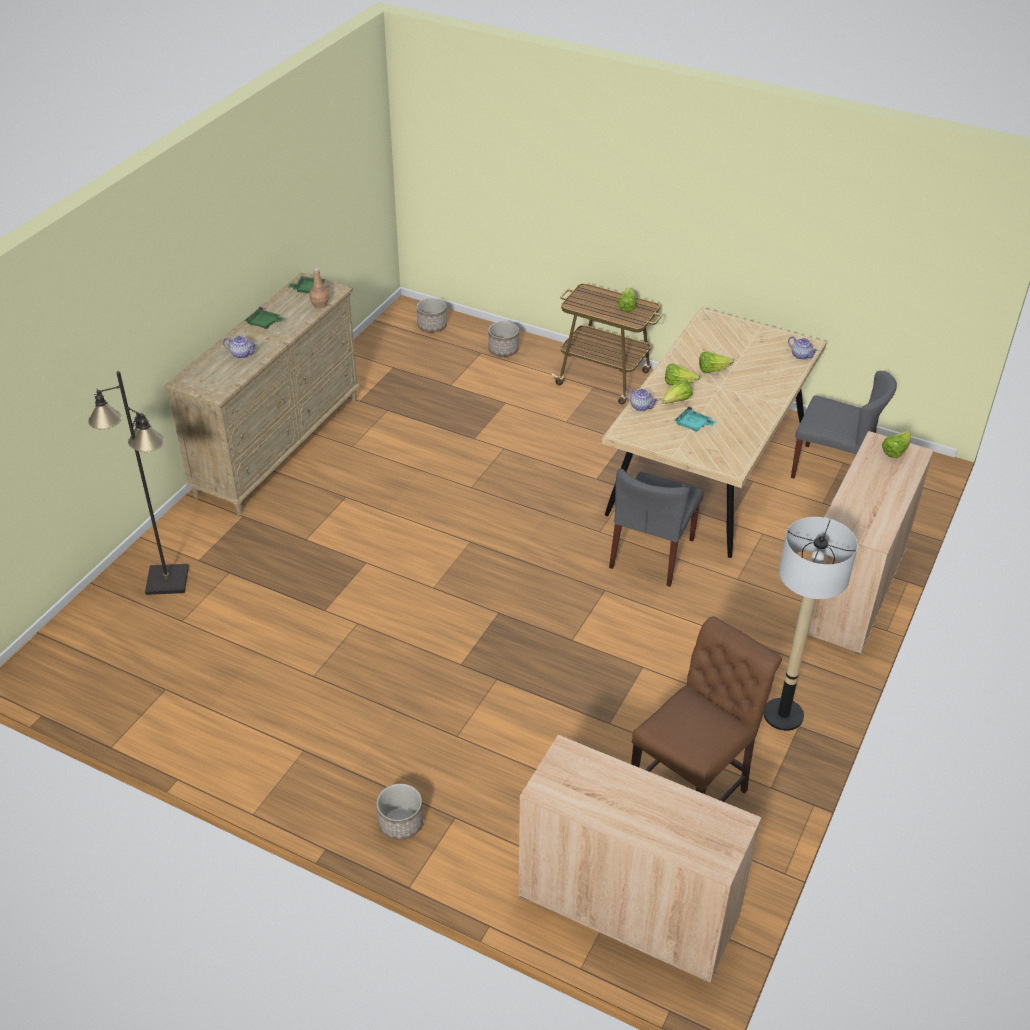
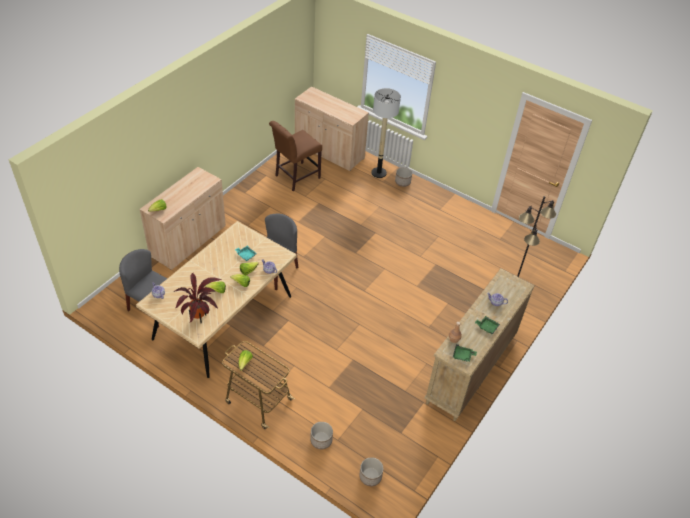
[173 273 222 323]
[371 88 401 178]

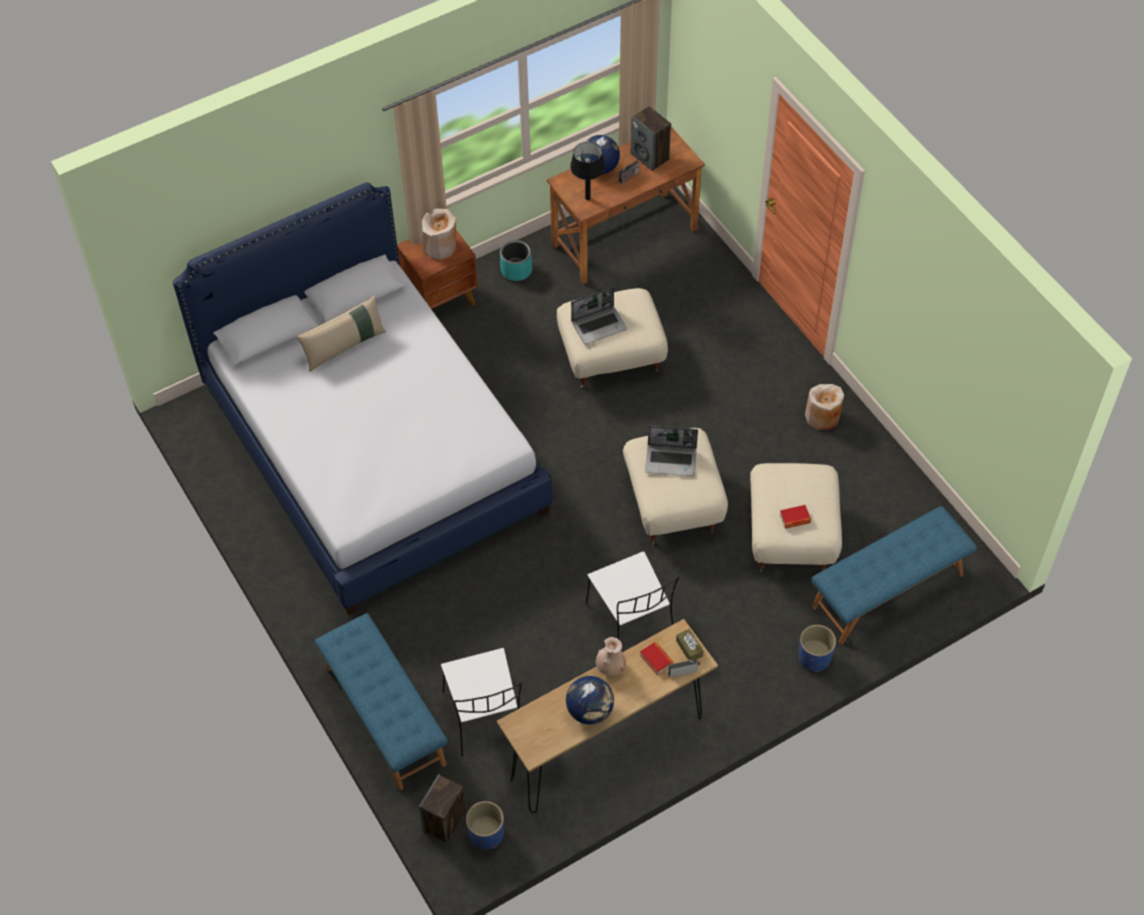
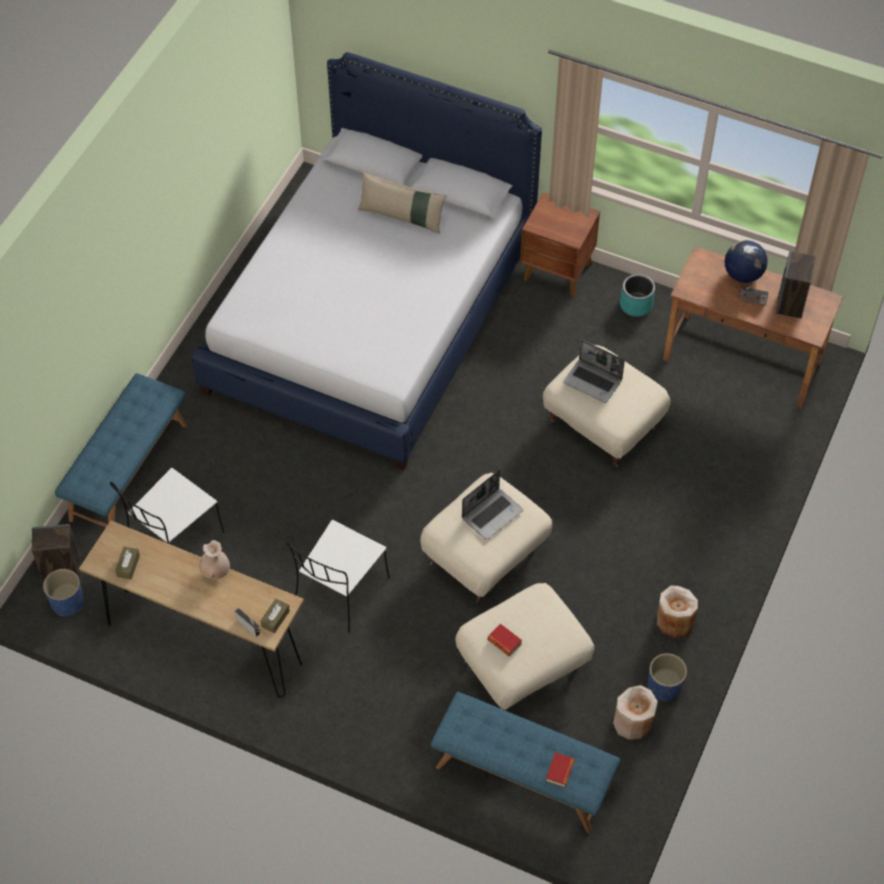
[566 676 614 725] (first image)
[570 142 605 200] (first image)
[115 547 140 579]
[613 685 658 740]
[546 752 575 787]
[648 653 687 702]
[462 470 523 540]

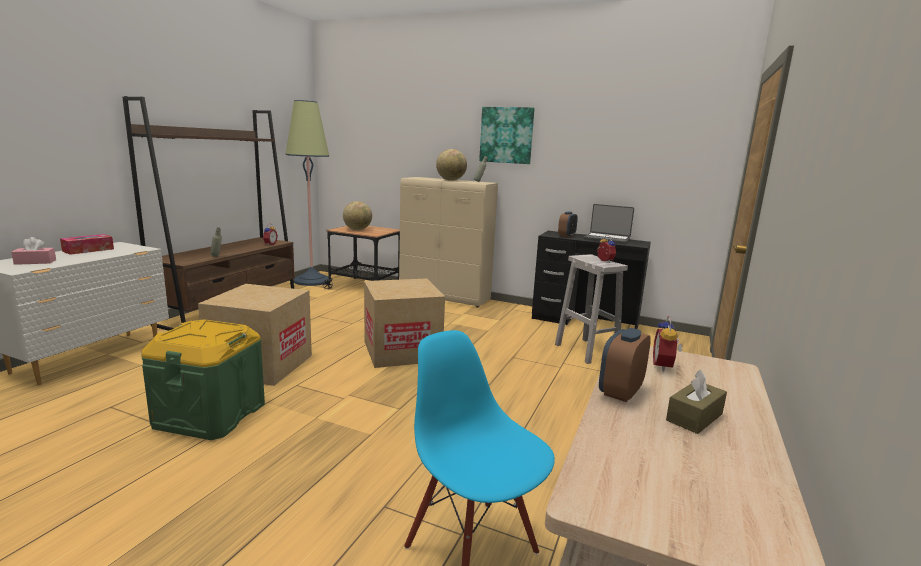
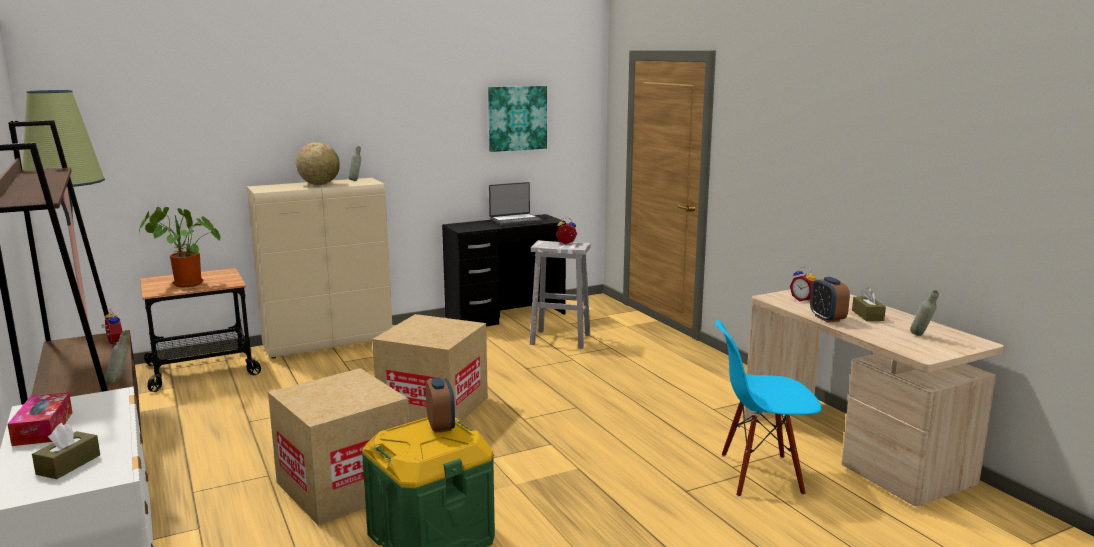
[910 290 939 336]
[488 86 547 152]
[425 378 455 433]
[139 207 221 287]
[32 423 100 479]

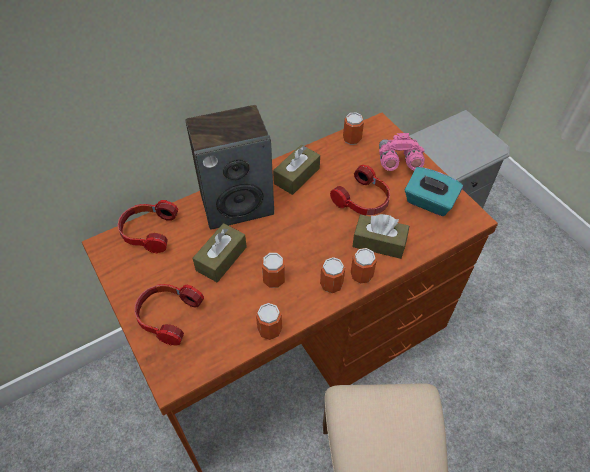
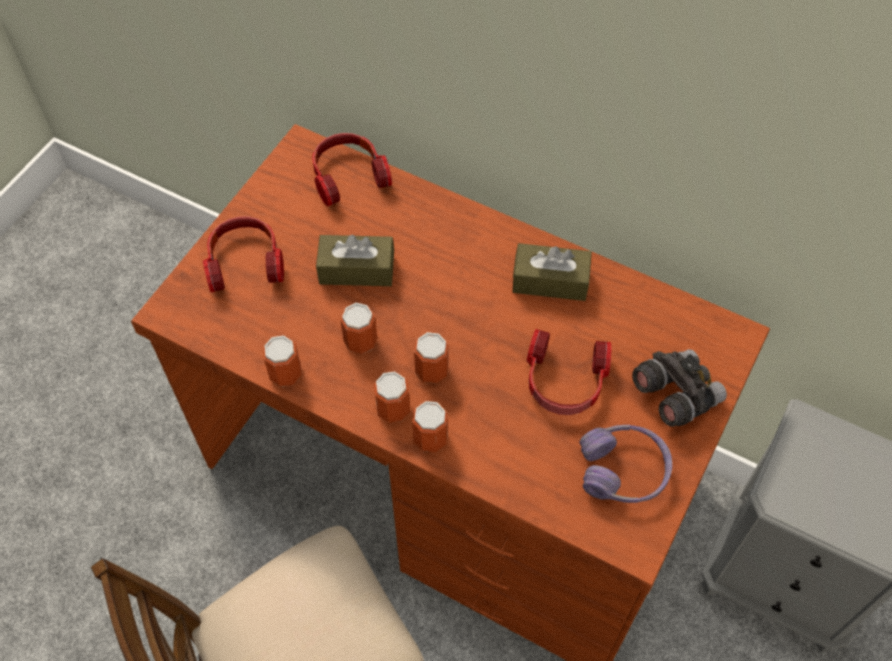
[186 105 274 230] (first image)
[352 214 409 259] (first image)
[414 332 449 383]
[579 425 672 503]
[632 349 727 427]

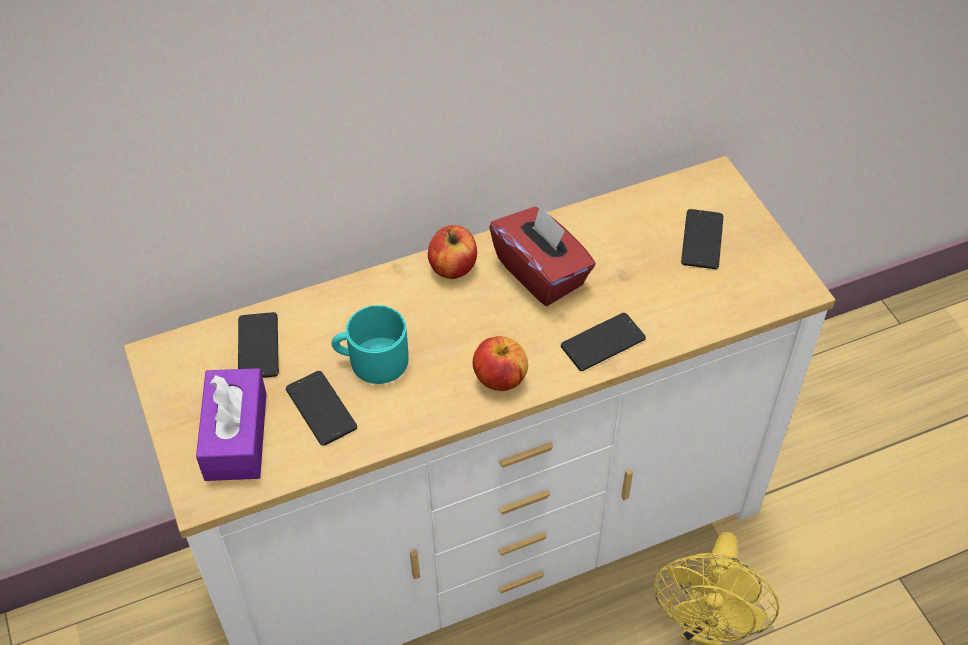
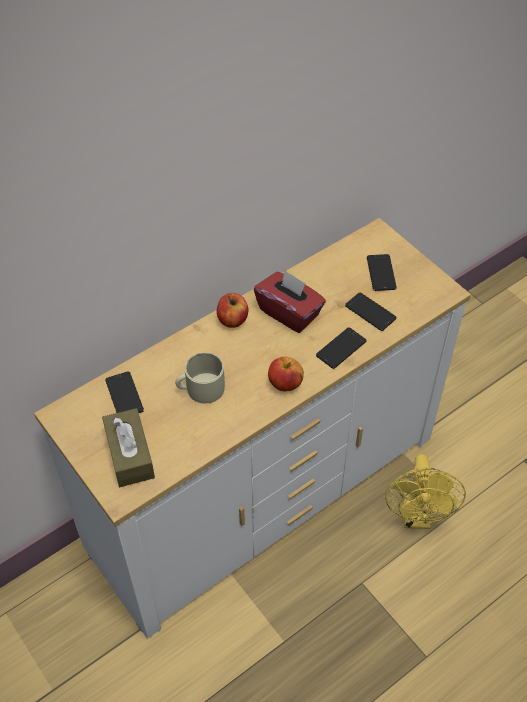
[345 293 397 331]
[102 408 155 487]
[175 352 225 404]

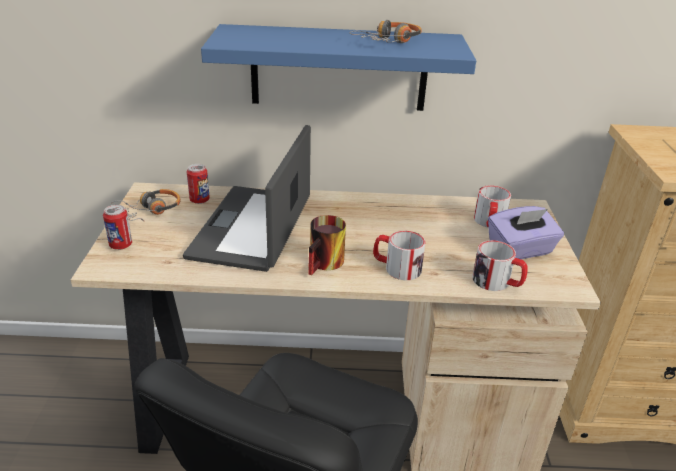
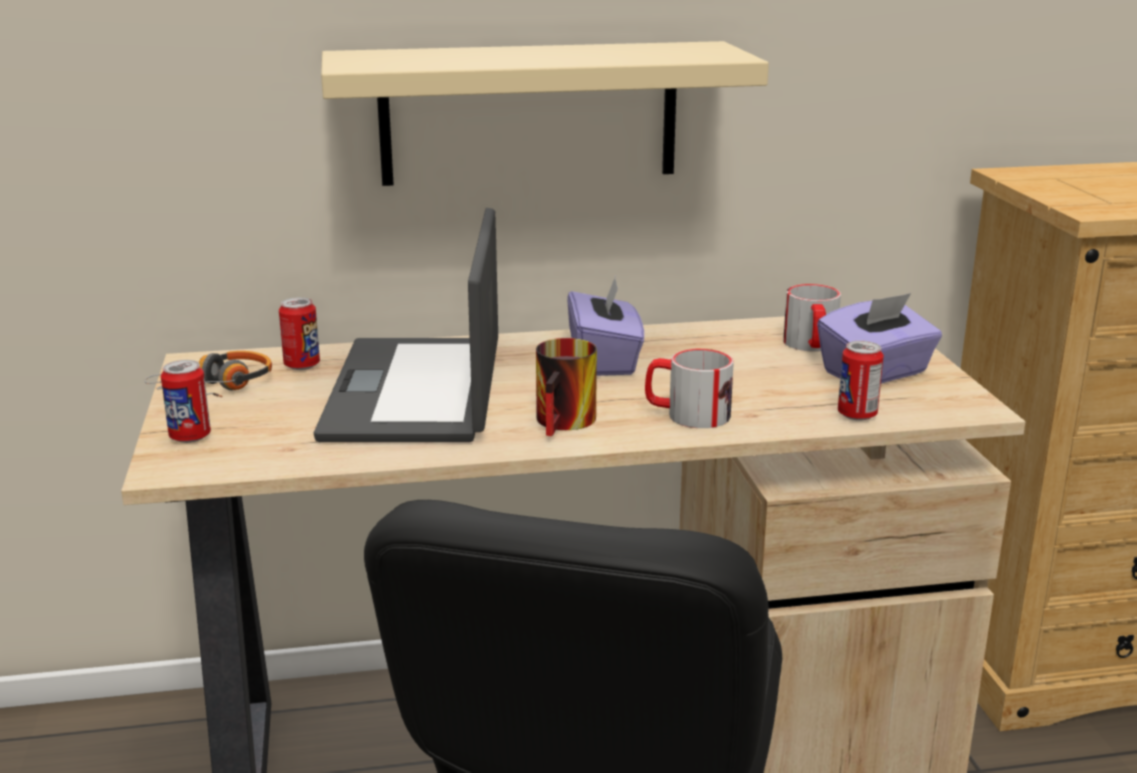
[350 20 422 43] (first image)
[567 276 644 376]
[838 341 884 421]
[321 41 769 186]

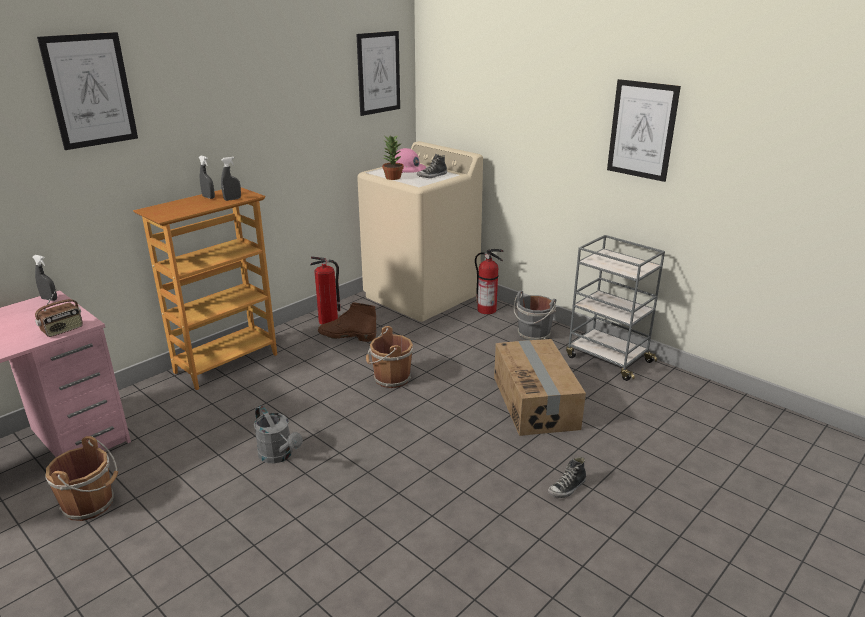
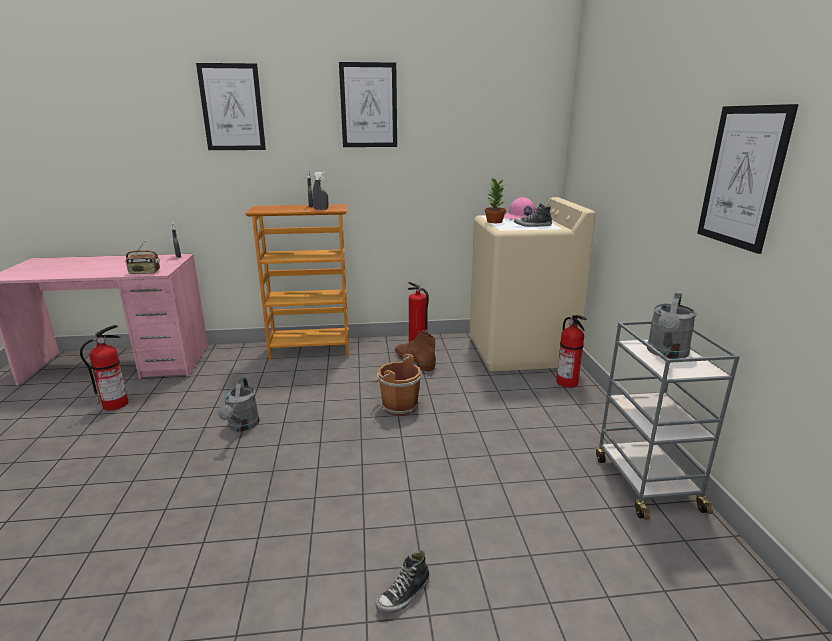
[494 339 586 436] (first image)
[514 290 556 340] (first image)
[647 293 697 359]
[339 62 397 147]
[80 325 129 410]
[376 550 430 614]

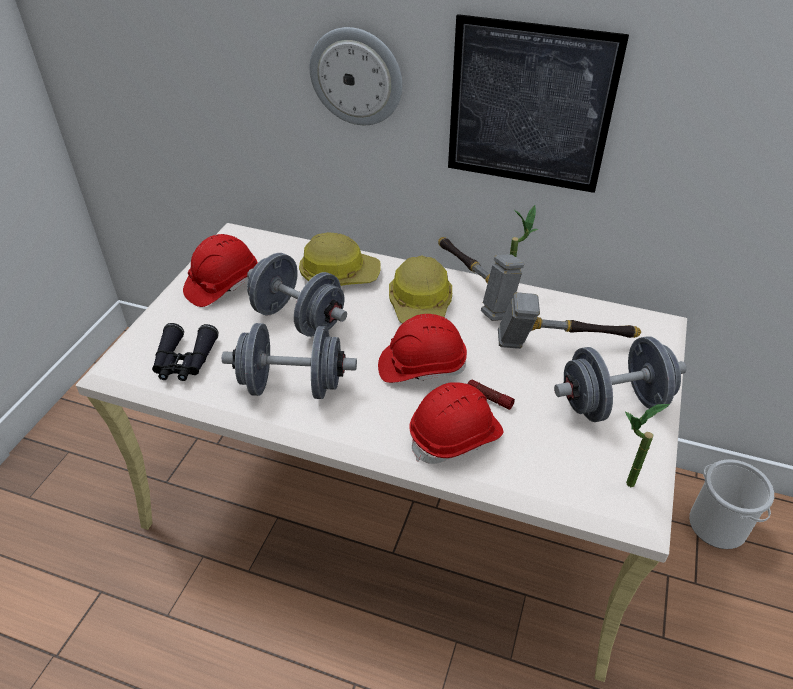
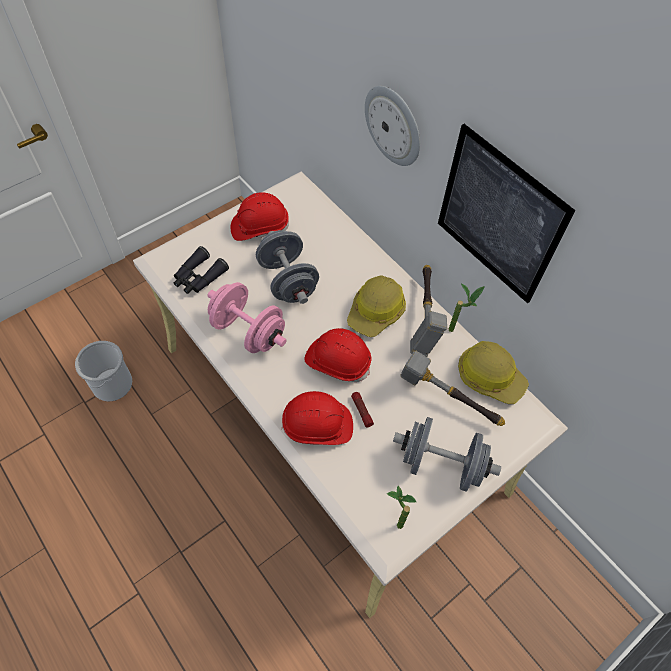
[458 341 529 404]
[75 341 132 401]
[208 282 287 353]

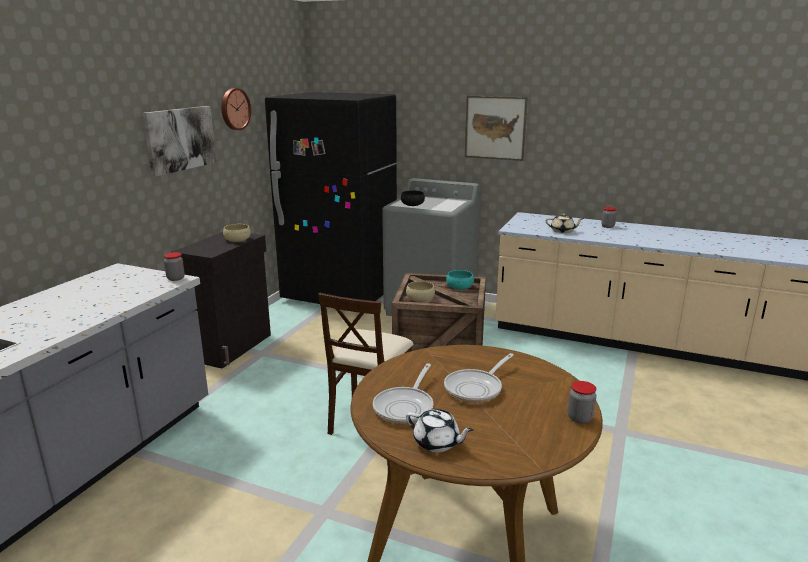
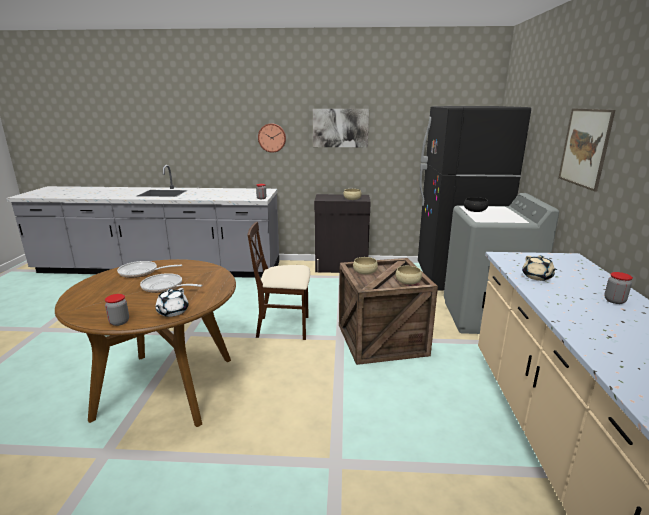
[258 123 286 153]
[155 288 189 317]
[396 266 422 285]

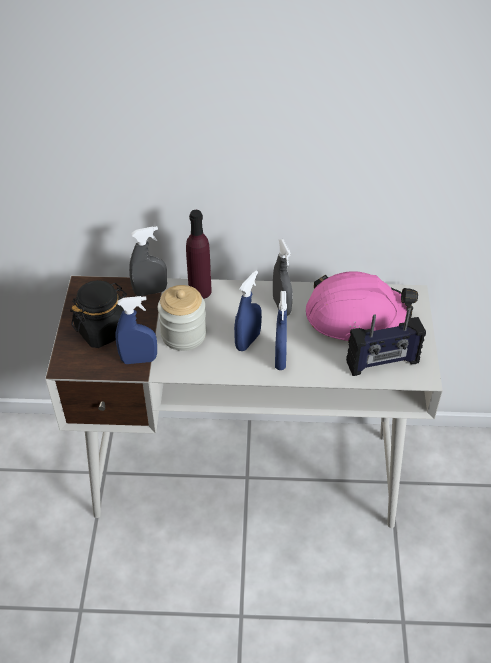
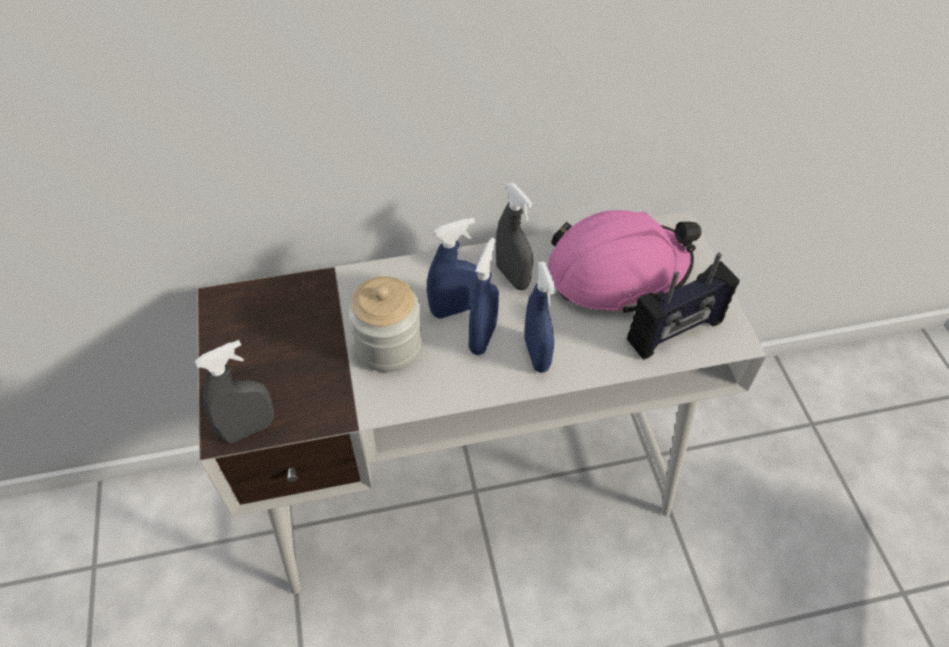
[70 280 127 348] (first image)
[186 210 212 299] (first image)
[427 218 478 319]
[195 340 274 443]

